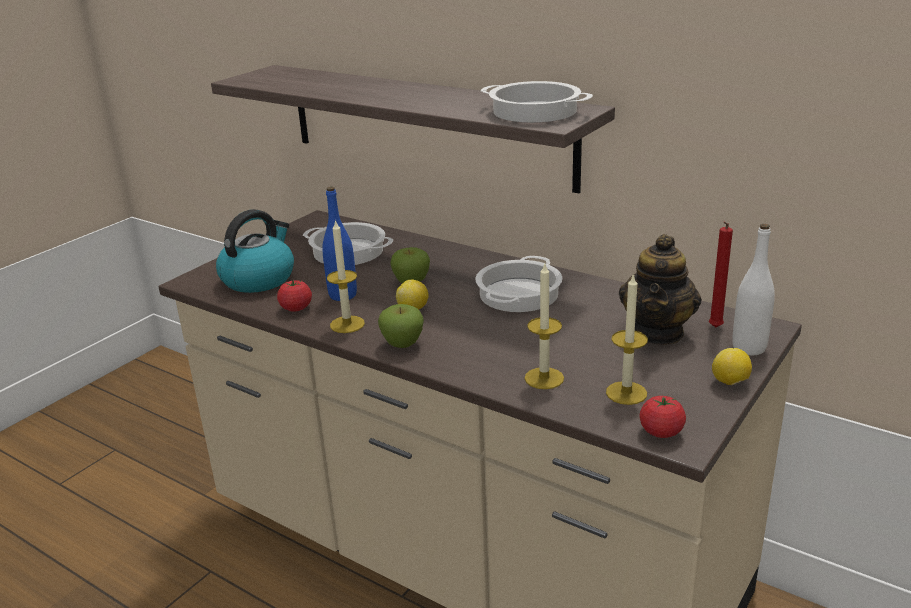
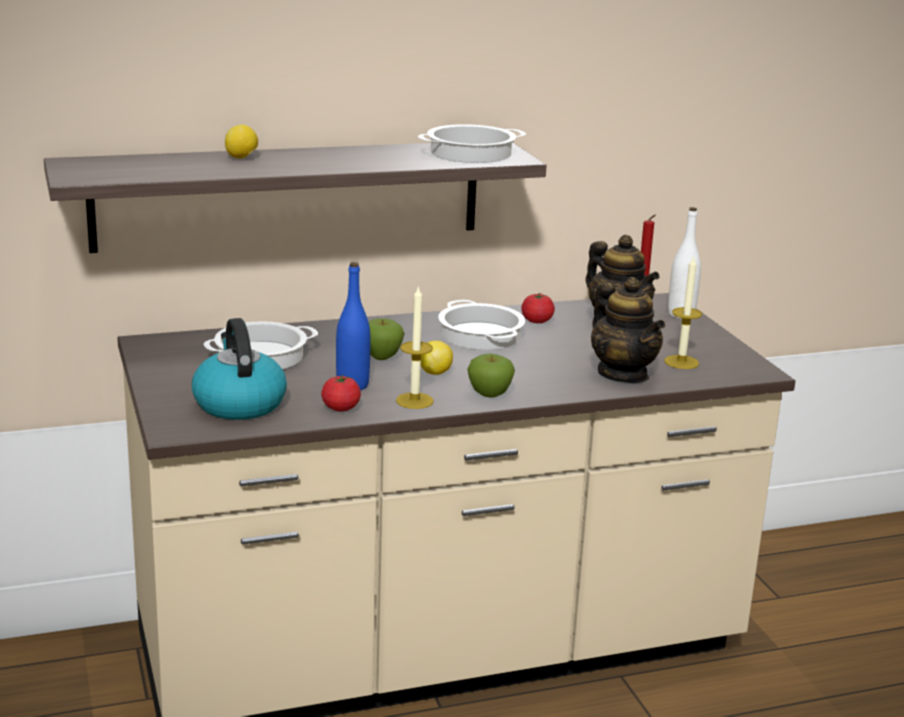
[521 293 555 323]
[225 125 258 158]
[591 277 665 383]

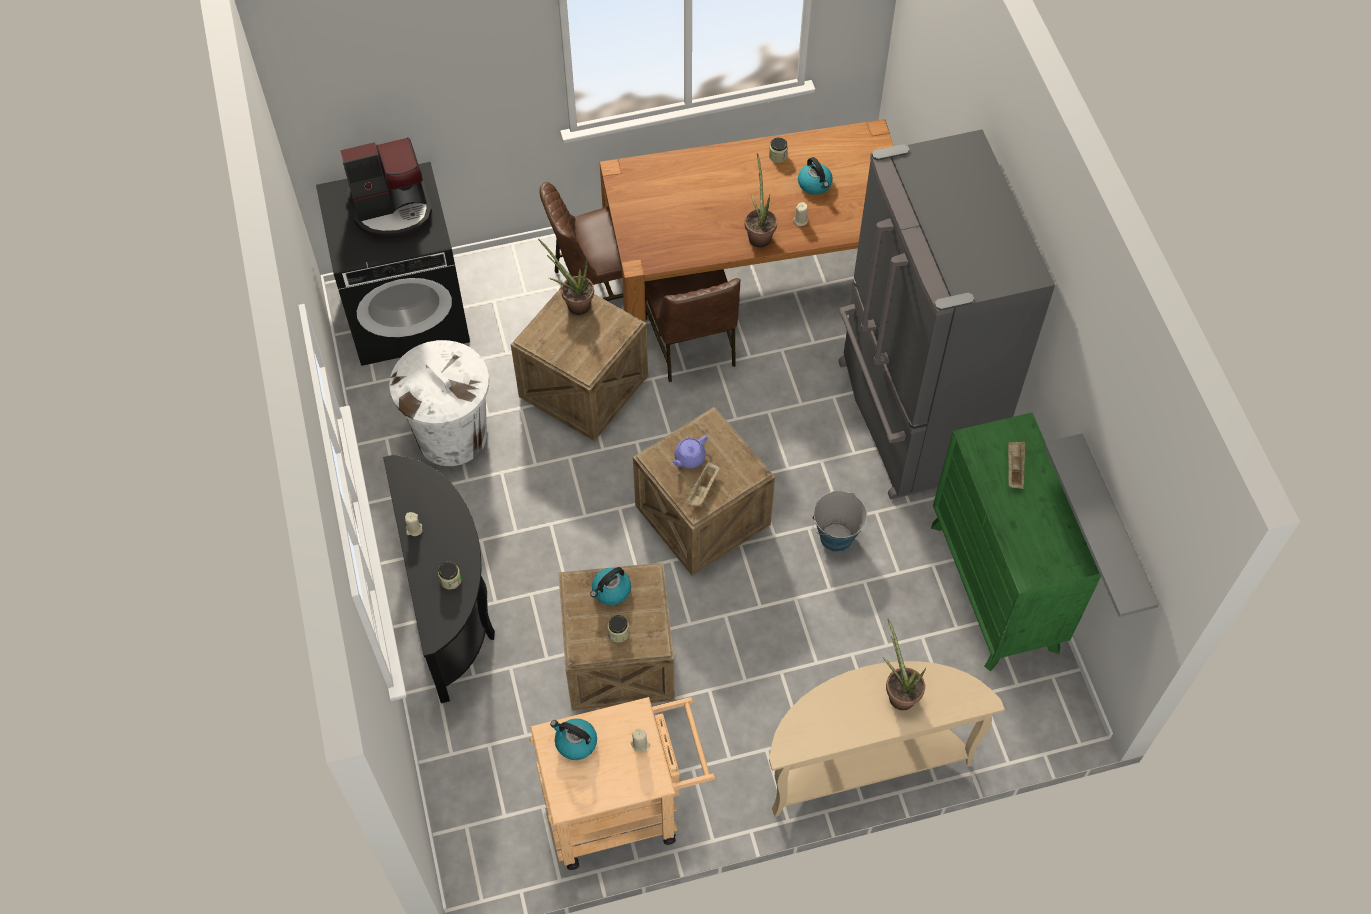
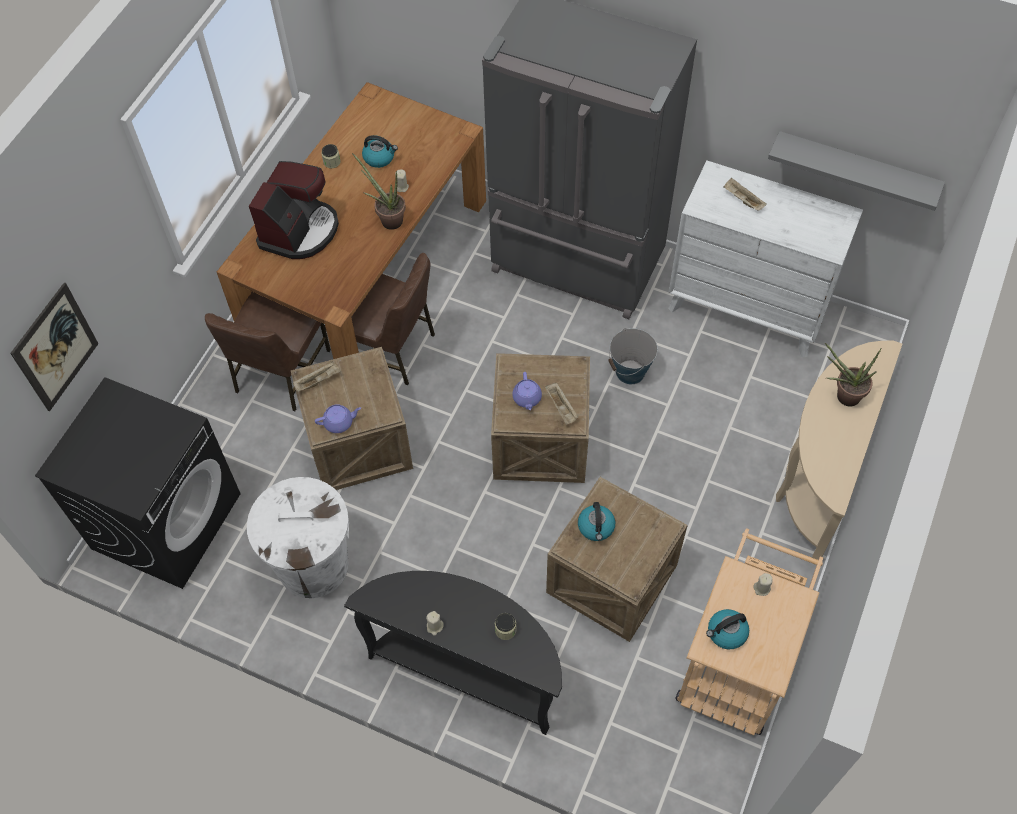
[608 615 629 643] (first image)
[10 282 99 411]
[315 404 361 433]
[249 161 339 259]
[293 361 341 392]
[668 160 863 357]

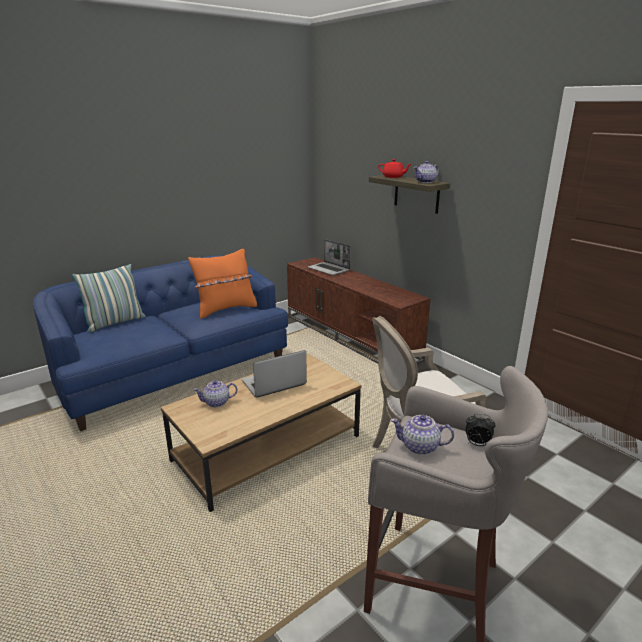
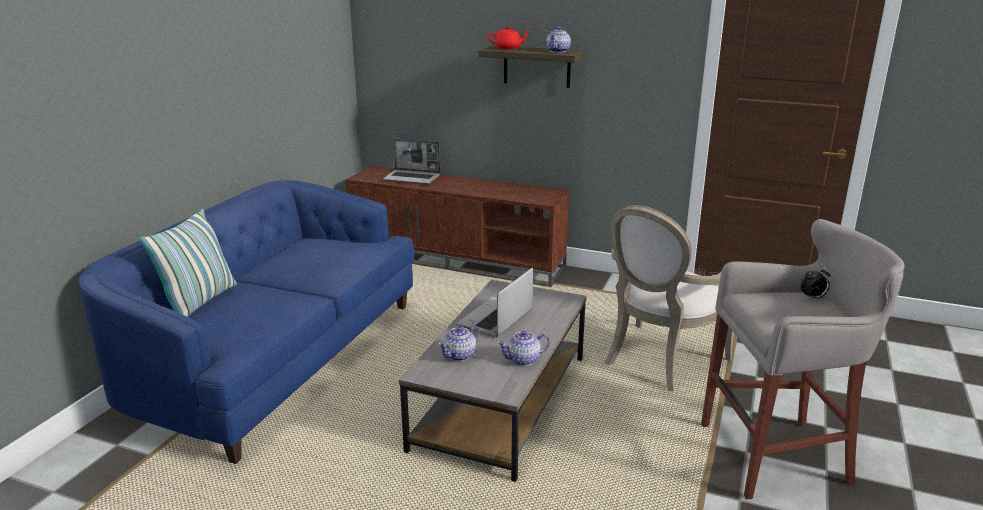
[188 249 257 319] (first image)
[497 331 550 366]
[399 280 586 482]

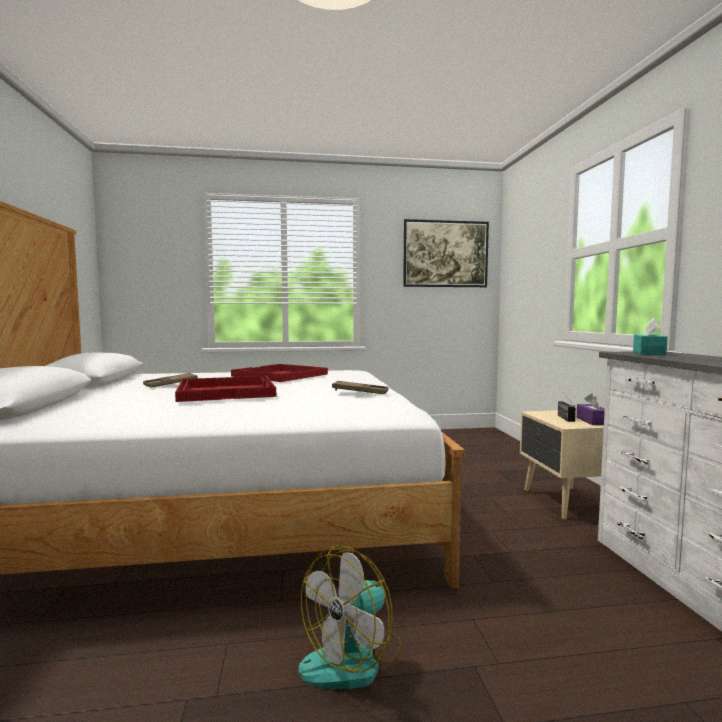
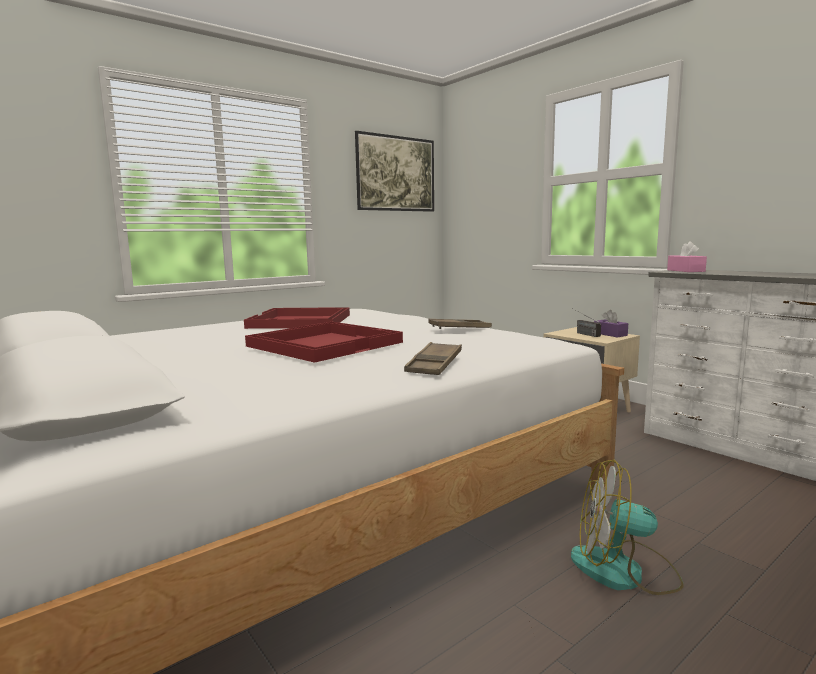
[404 342 462 375]
[667 241 707 272]
[571 460 684 595]

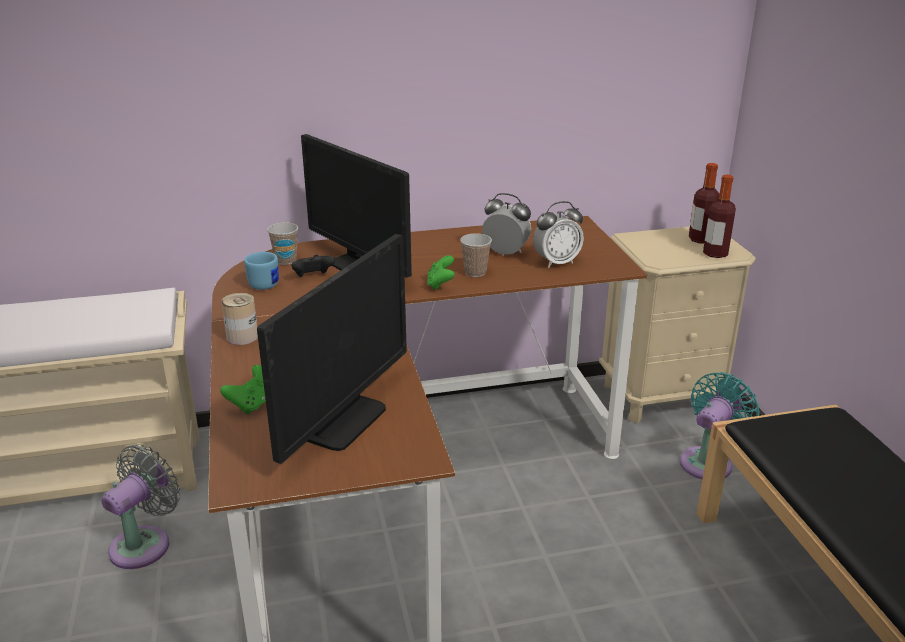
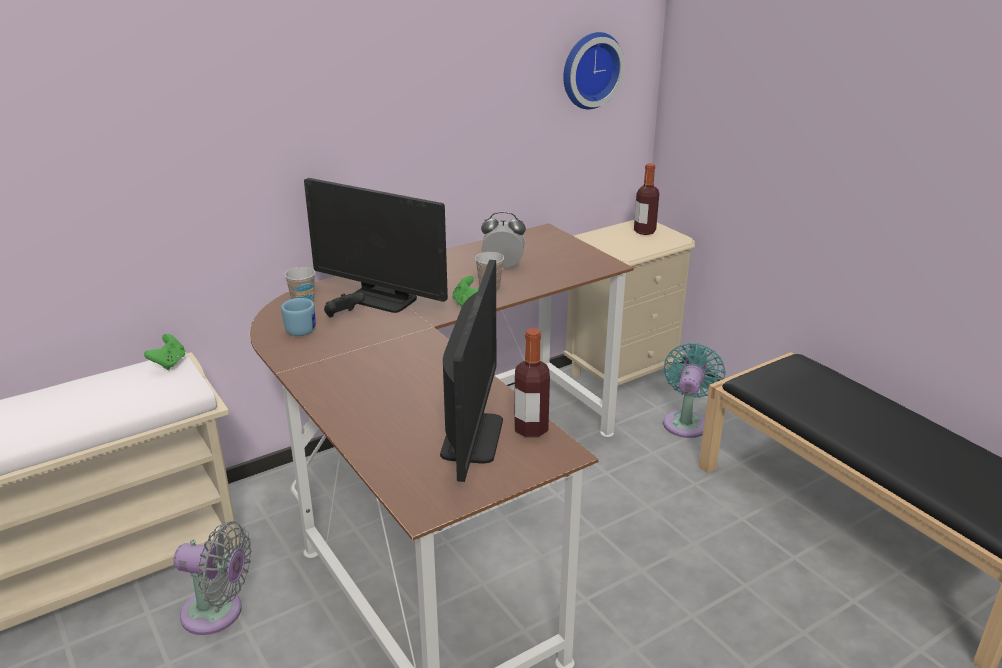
[221 293 258 345] (first image)
[533 201 584 268] (first image)
[563 32 625 109]
[144 334 186 370]
[514 328 550 437]
[174 521 252 635]

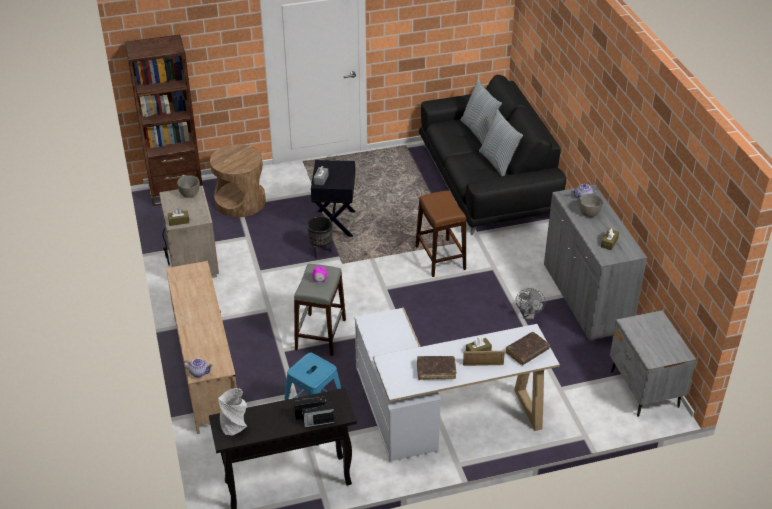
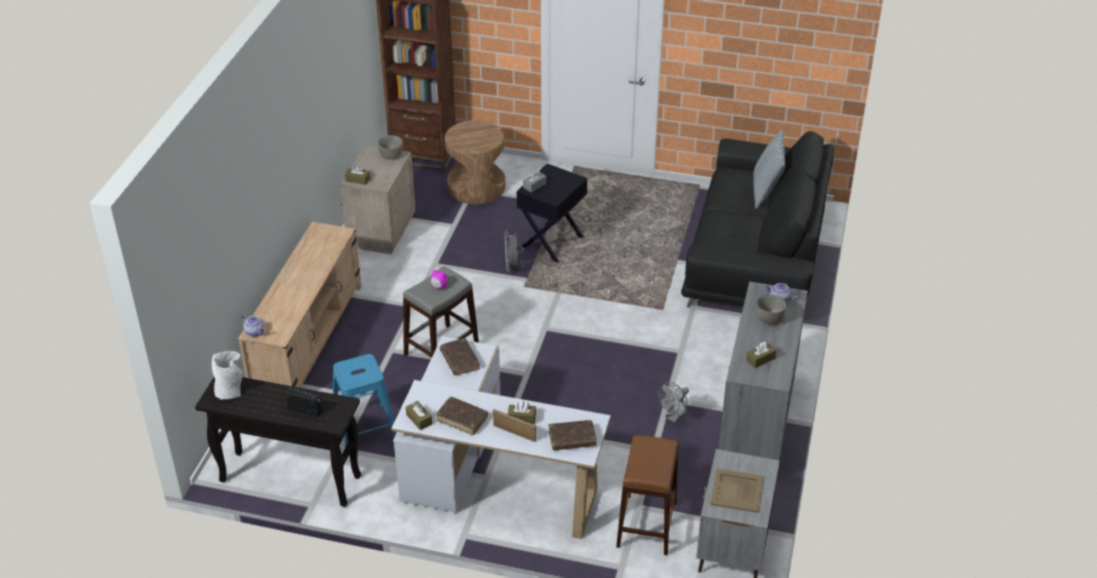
[302 403 335 428] (first image)
[479 109 523 176] (first image)
[406 401 432 430]
[440 338 480 375]
[710 469 764 513]
[616 435 679 555]
[505 230 525 272]

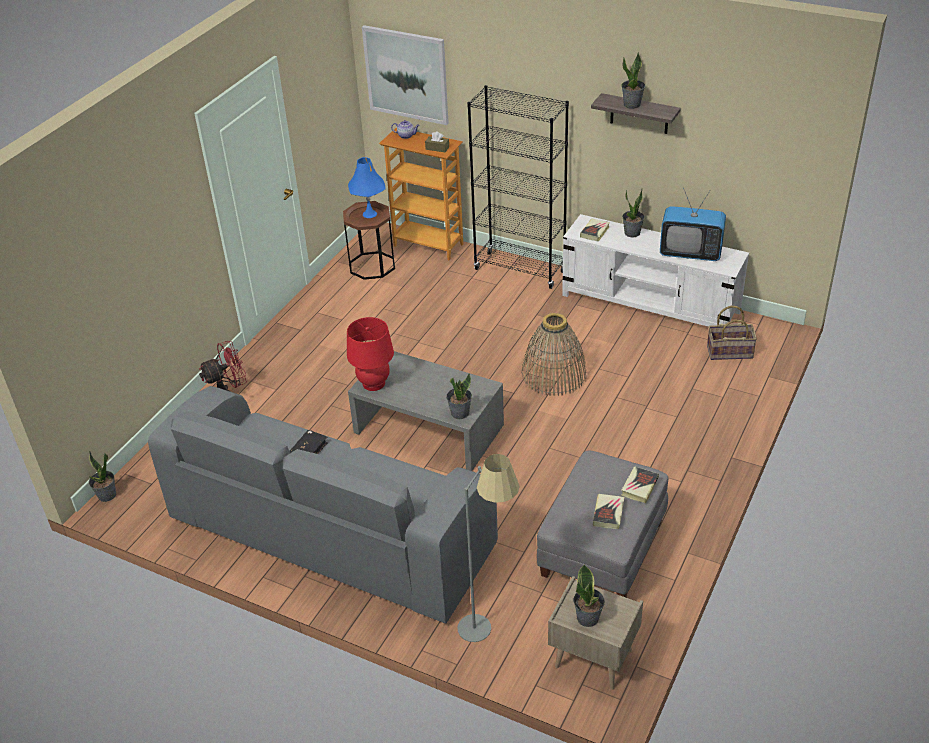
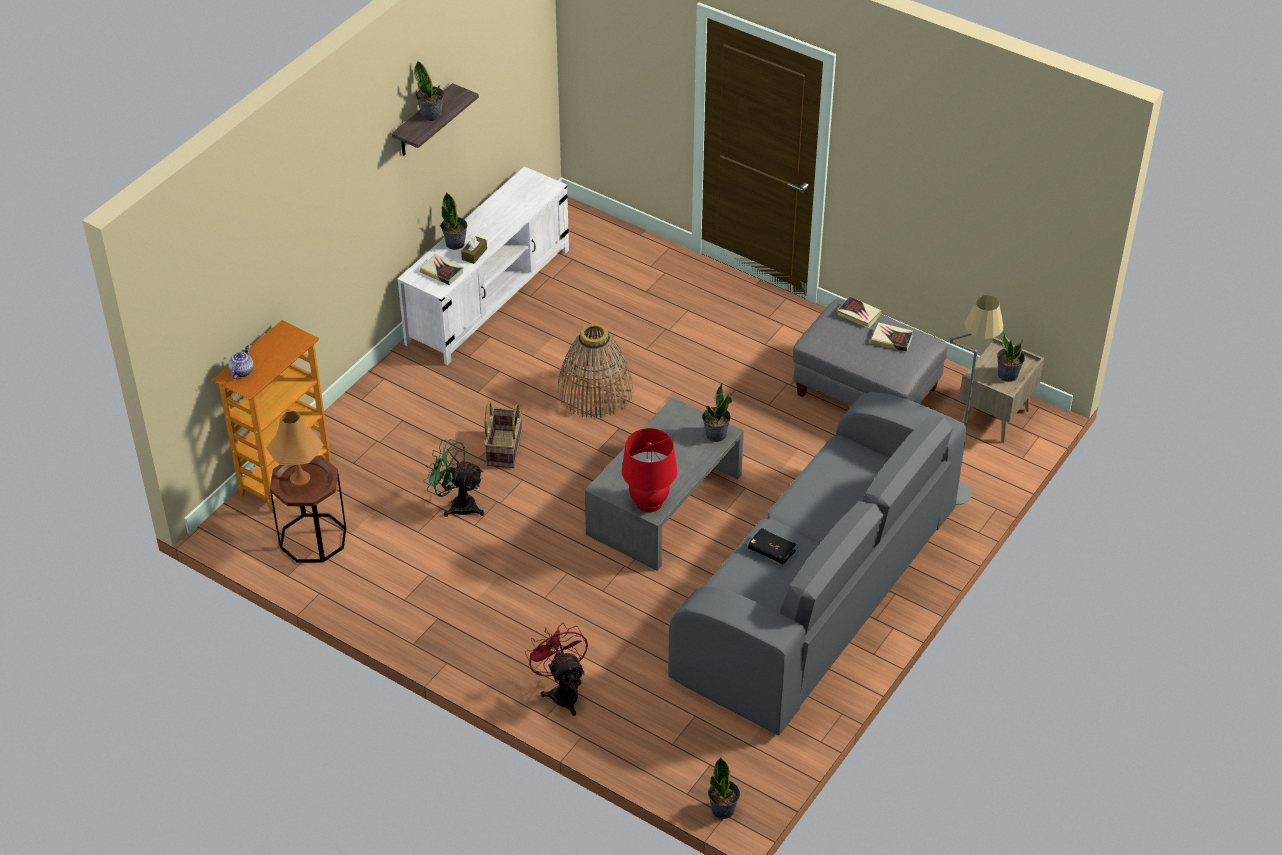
[362 25 449 125] (first image)
[467 85 569 289] (first image)
[660 188 726 261] (first image)
[424 439 484 517]
[461 235 487 264]
[484 401 522 468]
[267 411 323 486]

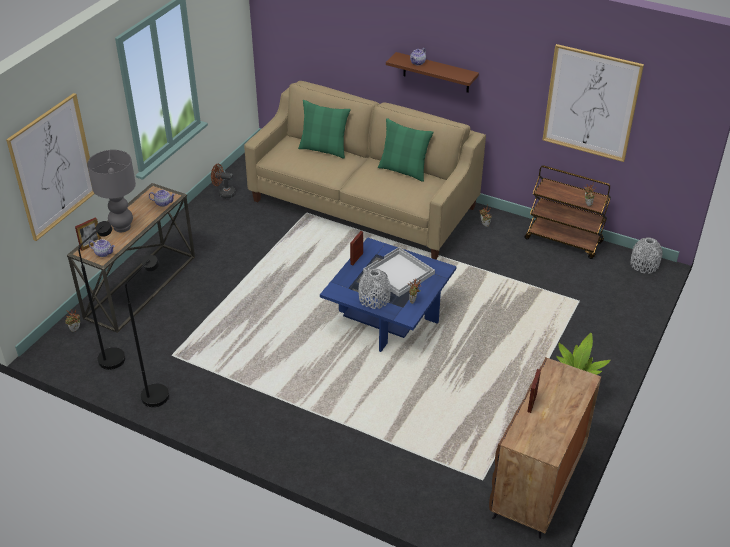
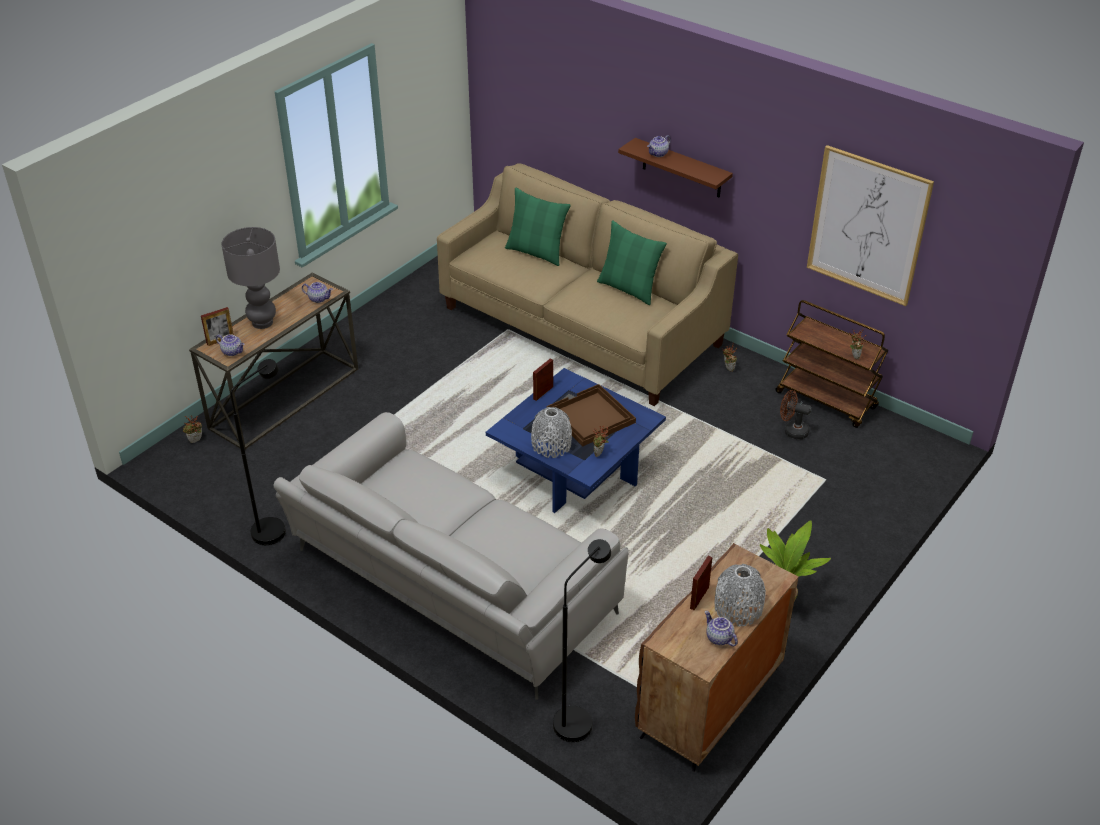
[6 93 95 241] (first image)
[274 412 629 700]
[705 611 738 646]
[553 539 611 742]
[780 390 812 439]
[715 564 766 627]
[547 384 636 446]

